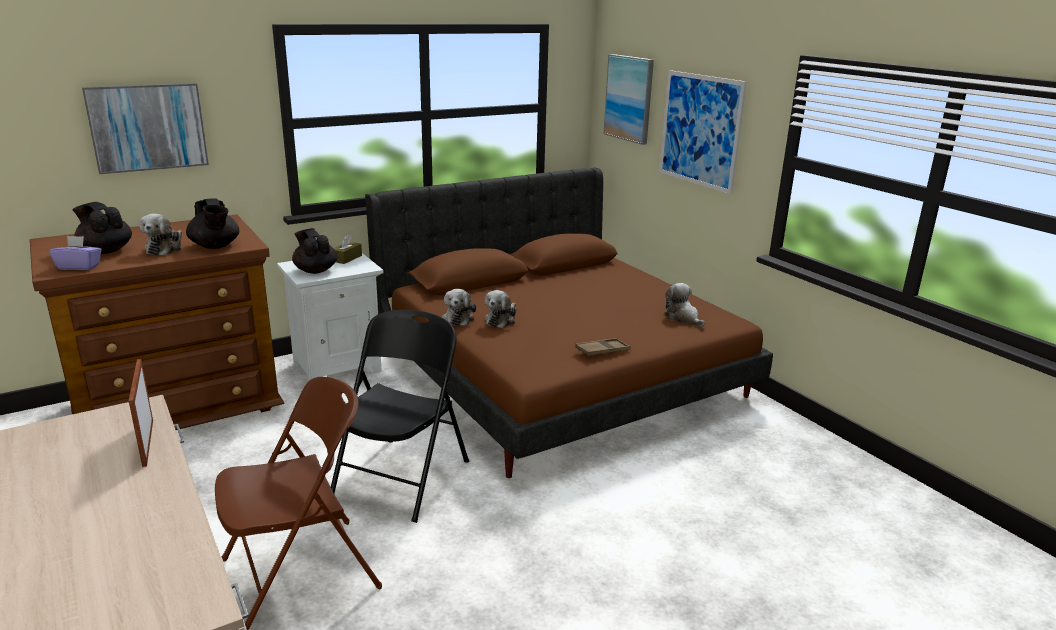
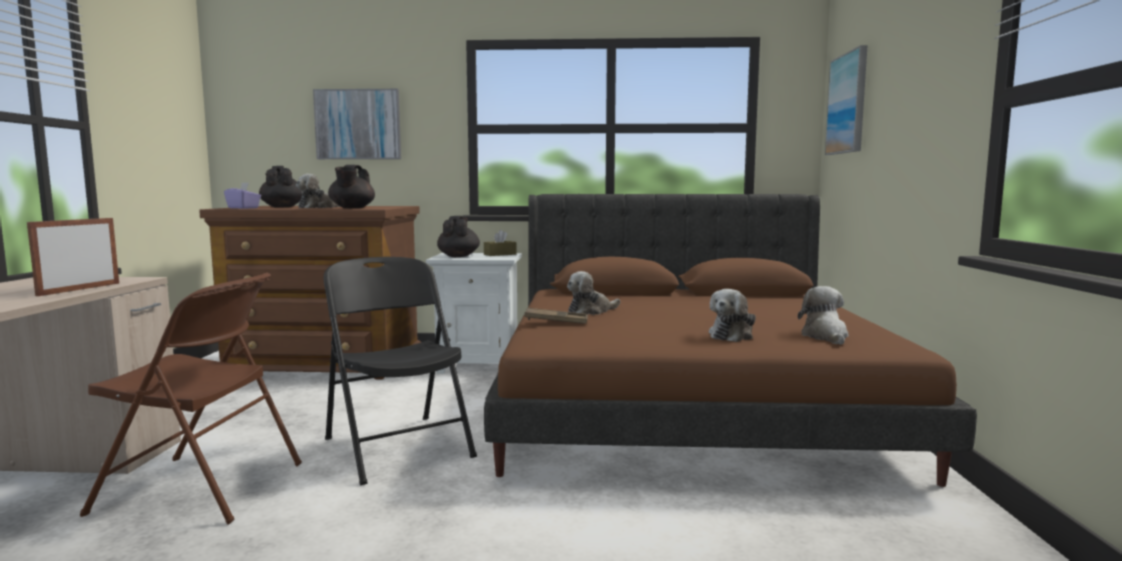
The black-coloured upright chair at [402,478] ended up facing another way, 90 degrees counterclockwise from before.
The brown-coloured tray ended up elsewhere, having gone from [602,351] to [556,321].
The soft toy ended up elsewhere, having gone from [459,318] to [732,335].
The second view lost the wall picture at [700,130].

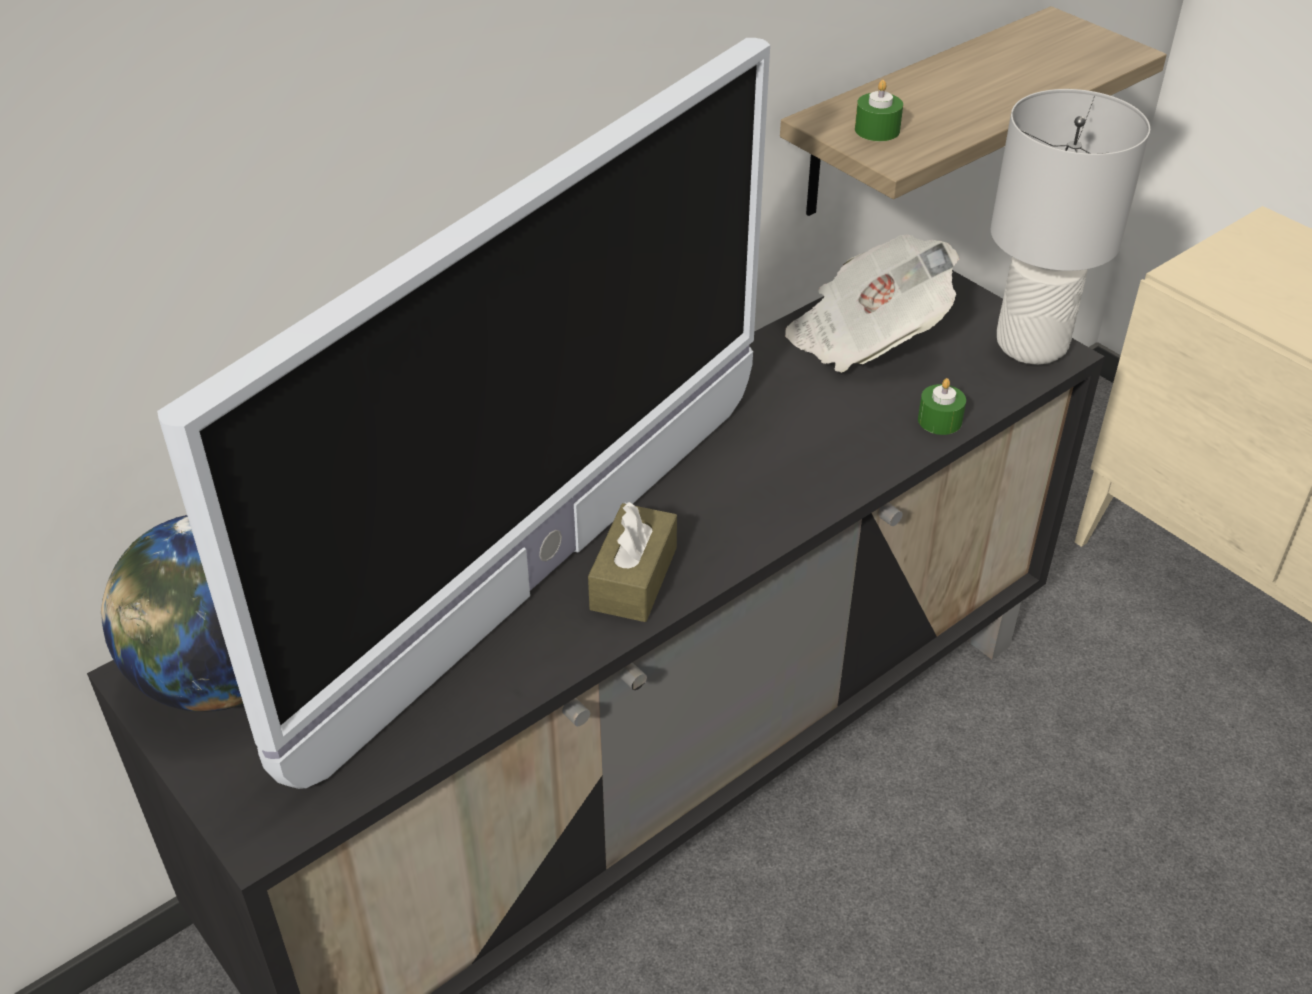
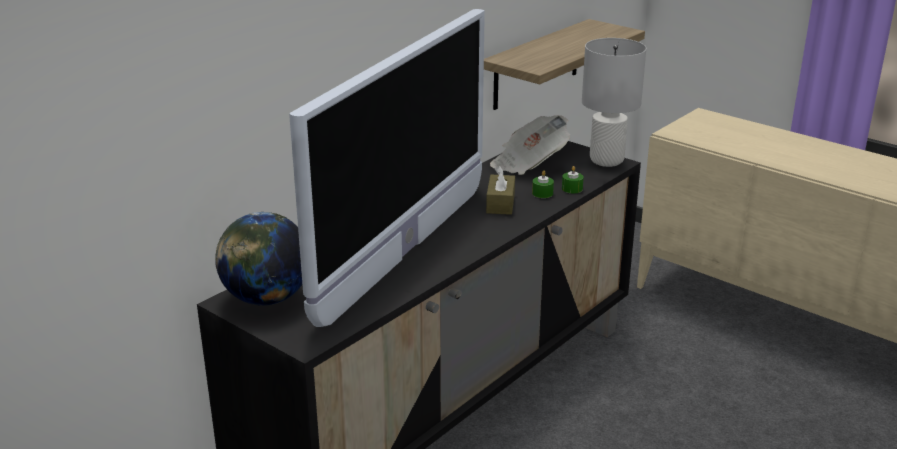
The brown-coloured tissue holder ended up elsewhere, having gone from [634,578] to [500,203].
The green-coloured wax light ended up elsewhere, having gone from [877,130] to [542,193].

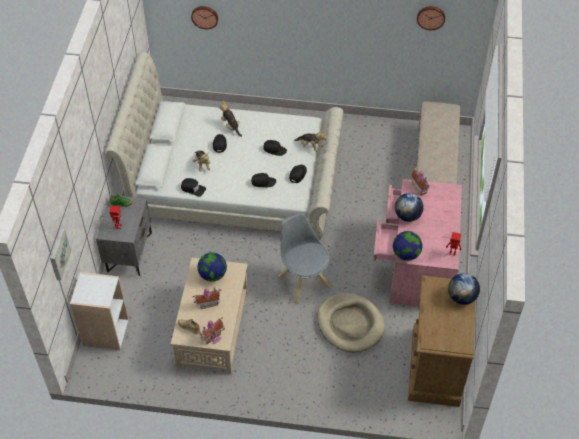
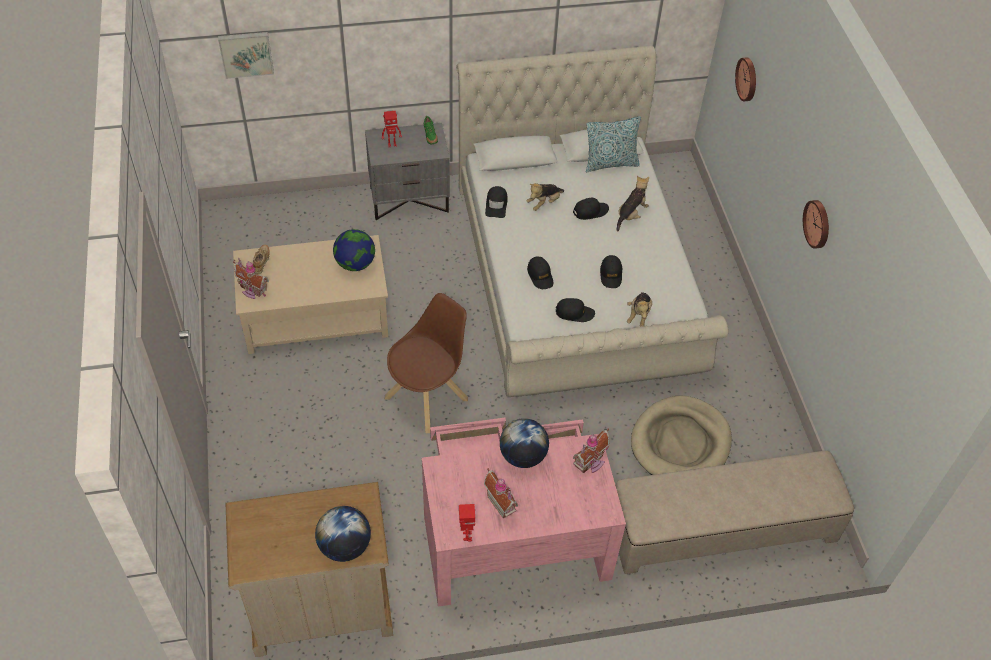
What was the grey upright chair at [303,280] turned into the brown-coloured upright chair at [428,397].
The toy house ended up elsewhere, having gone from [207,303] to [502,503].
The second view gained the cushion at [610,163].
The sand-coloured dog bed ended up elsewhere, having gone from [350,324] to [680,443].
The wall clock ended up elsewhere, having gone from [431,17] to [818,224].
The second view lost the bookcase at [106,332].
The second view lost the desk globe at [406,254].

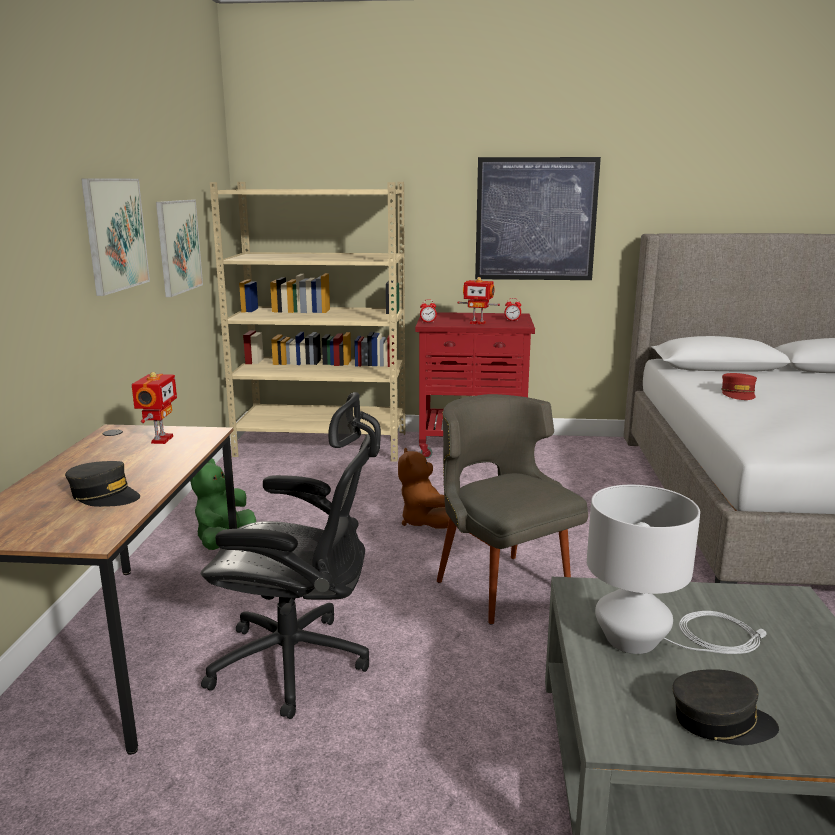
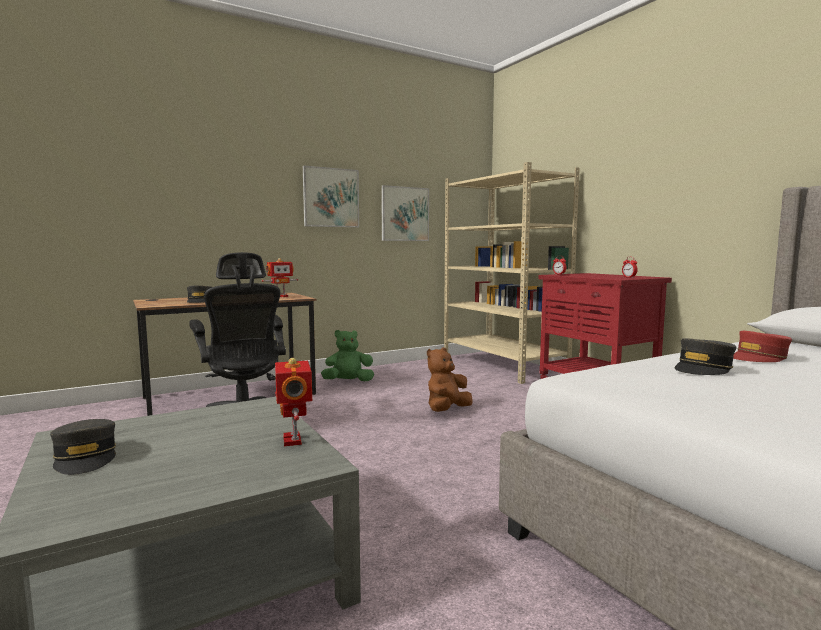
The robot figure ended up elsewhere, having gone from [477,323] to [294,440].
The second view gained the grey cap at [703,368].
The second view lost the grey upright chair at [503,589].
The second view lost the wall picture at [535,219].
The second view lost the grey lamp for a table at [665,637].

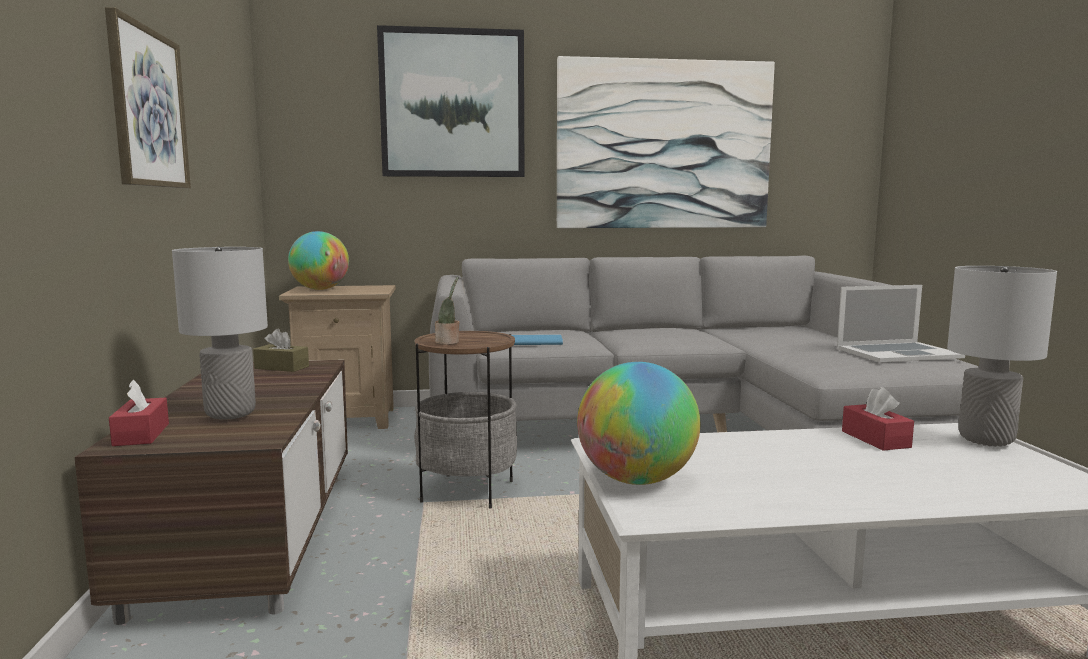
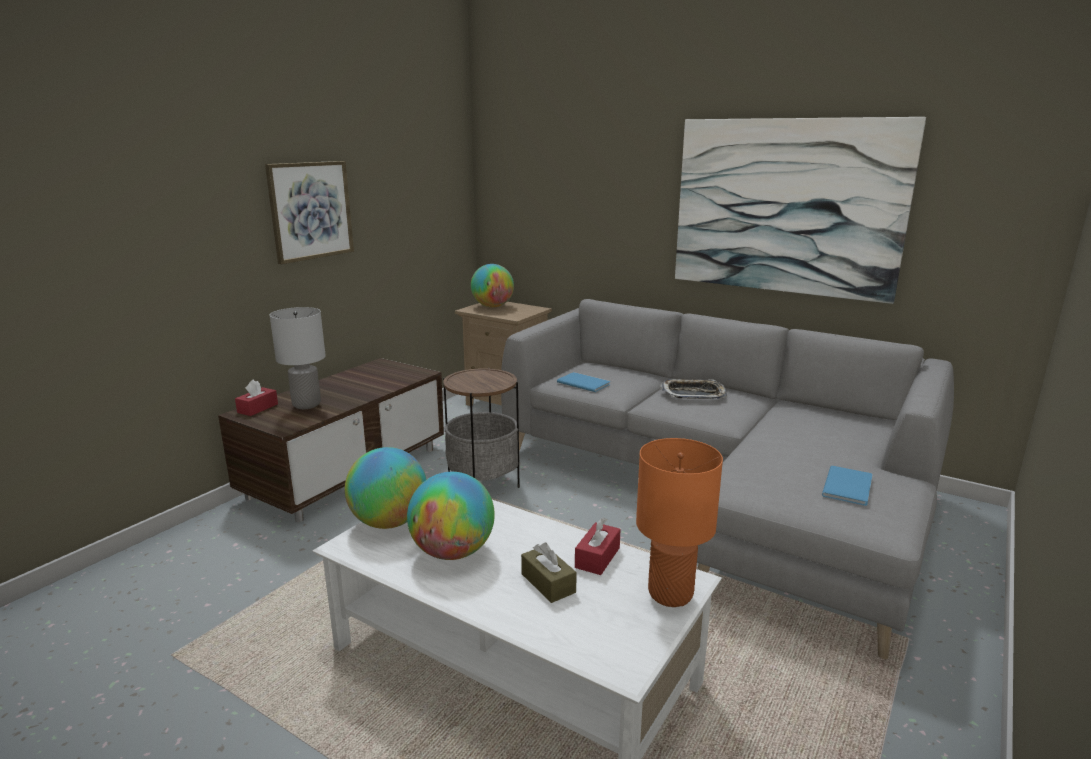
The second view gained the desk globe at [452,552].
The brown-coloured tissue holder ended up elsewhere, having gone from [281,367] to [548,583].
What was the grey lamp for a table at [985,442] turned into the orangey lamp for a table at [669,597].
The second view gained the tray at [693,394].
Where the notebook computer stood at [897,353], the blue-coloured book came to stand at [849,486].
The second view lost the wall picture at [452,104].
The second view lost the houseplant at [448,342].

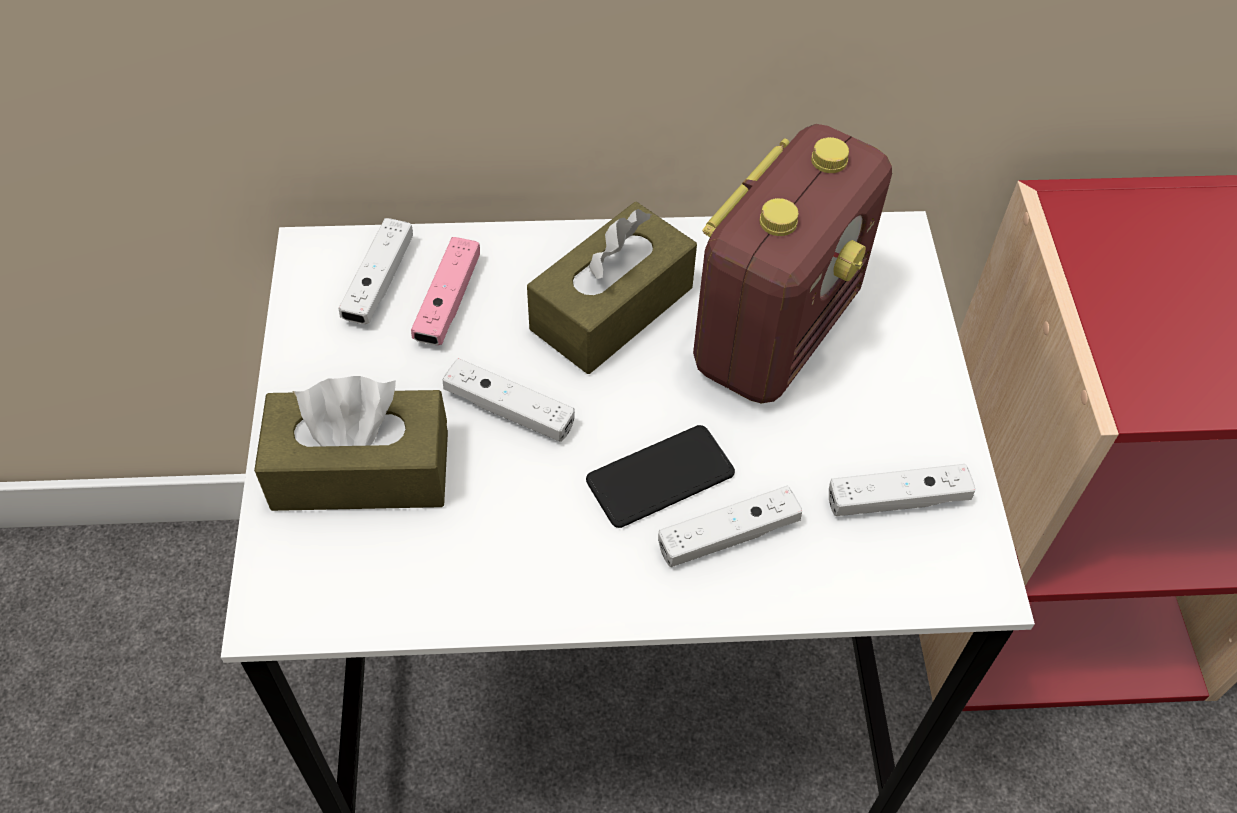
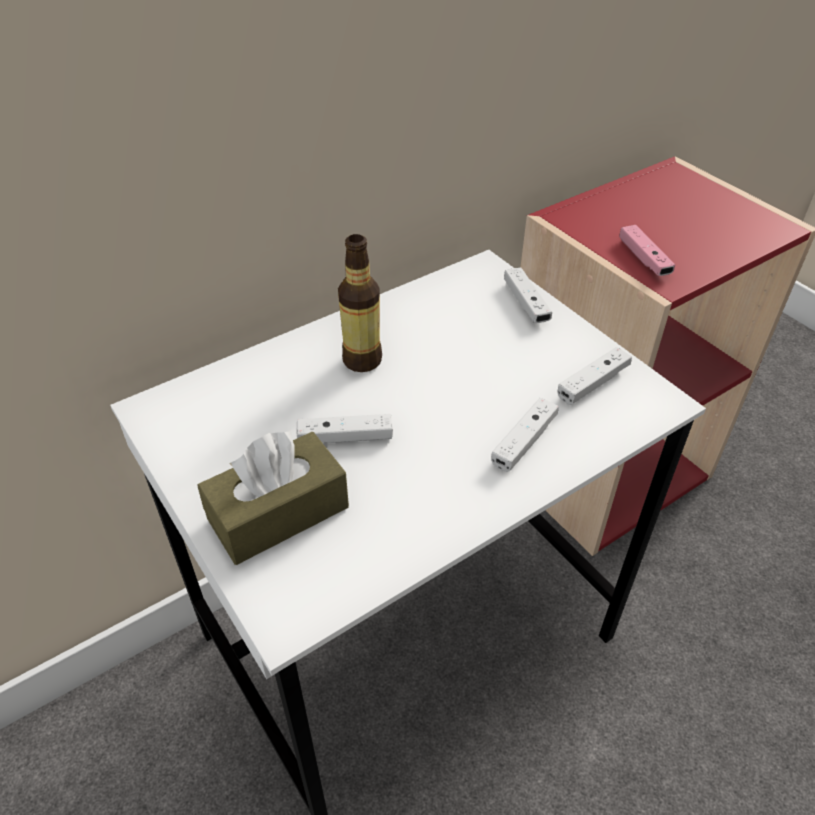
Where the brown-coloured tissue holder stood at [612,308], the drink bottle came to stand at [362,360].
The whitish joypad ended up elsewhere, having gone from [379,282] to [526,303].
The pink-coloured joypad ended up elsewhere, having gone from [448,301] to [644,259].
The second view lost the telephone at [660,477].
The second view lost the radio at [776,330].

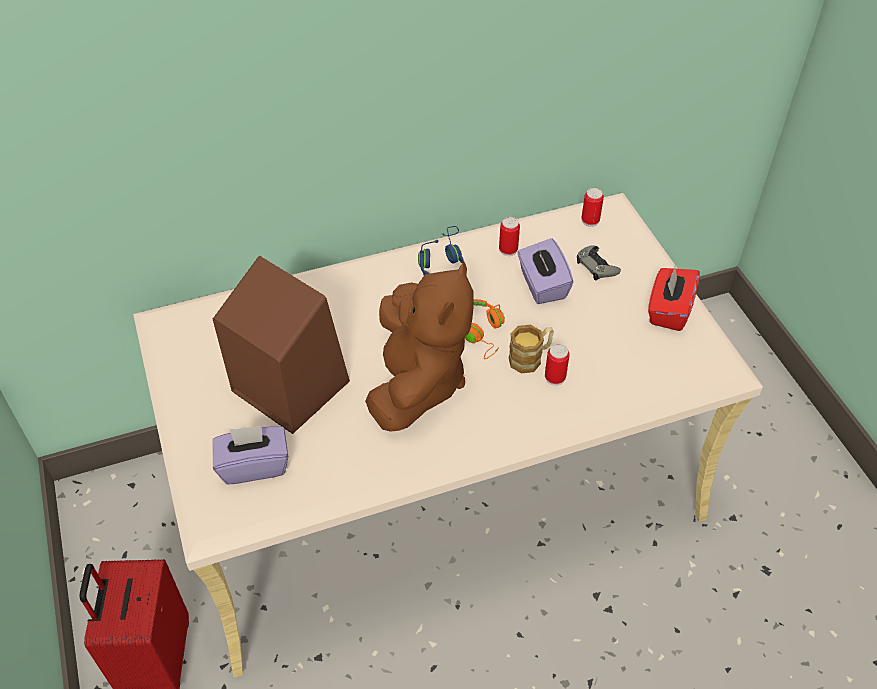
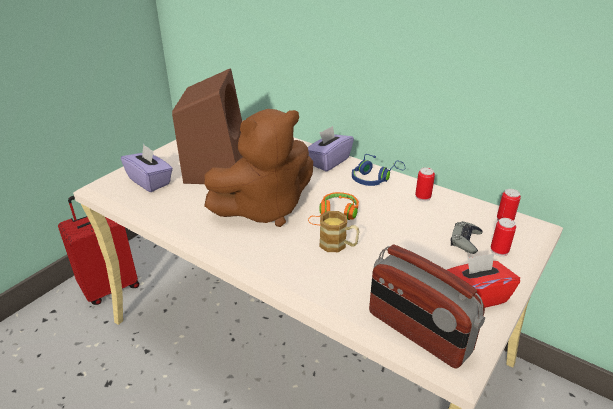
The purple-coloured tissue holder ended up elsewhere, having gone from [542,285] to [328,161].
The second view gained the radio at [417,333].
The sealed can ended up elsewhere, having gone from [555,377] to [499,251].

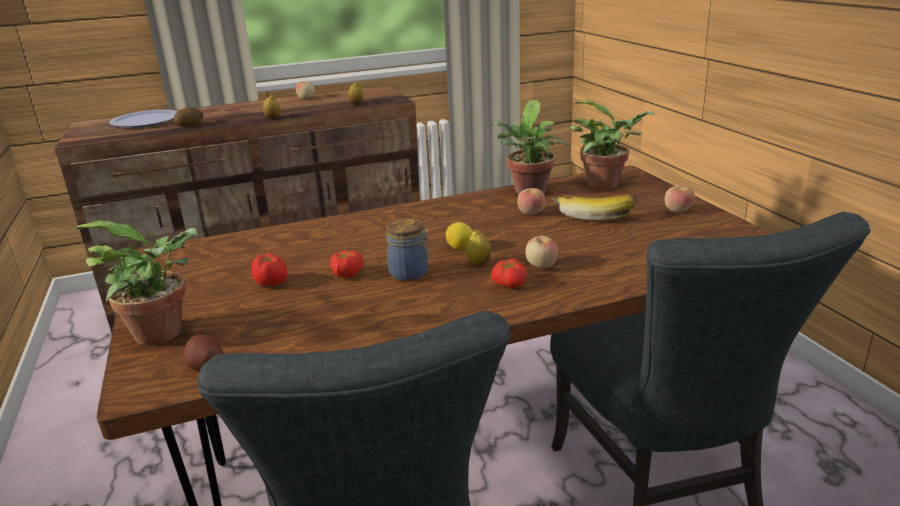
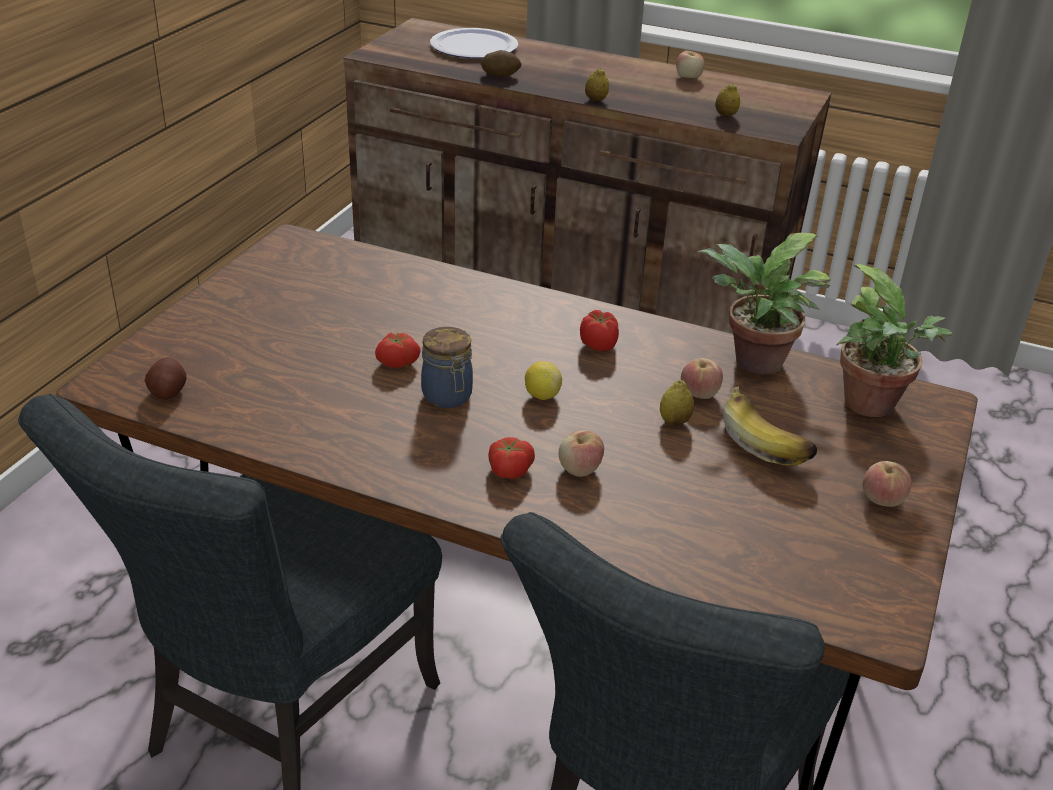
The whole tomato ended up elsewhere, having gone from [271,283] to [598,345].
The lemon ended up elsewhere, having gone from [479,263] to [674,421].
The second view lost the houseplant at [165,332].

